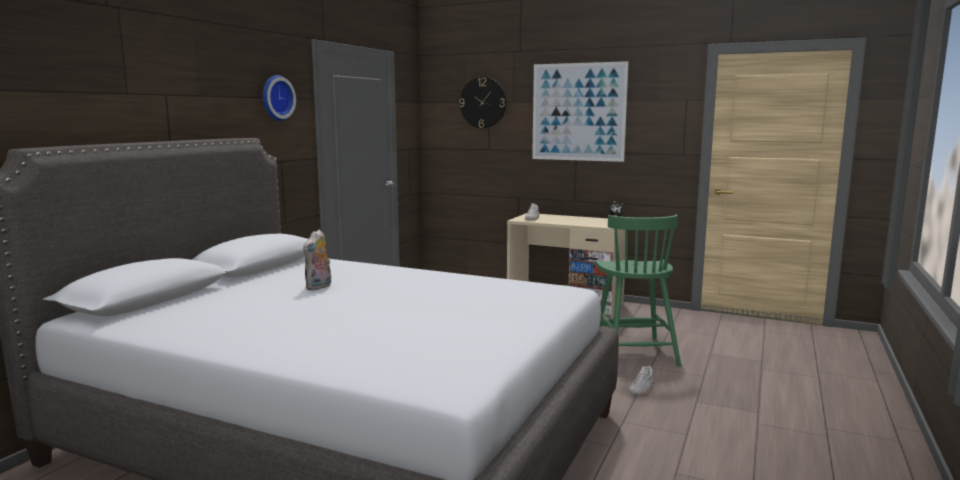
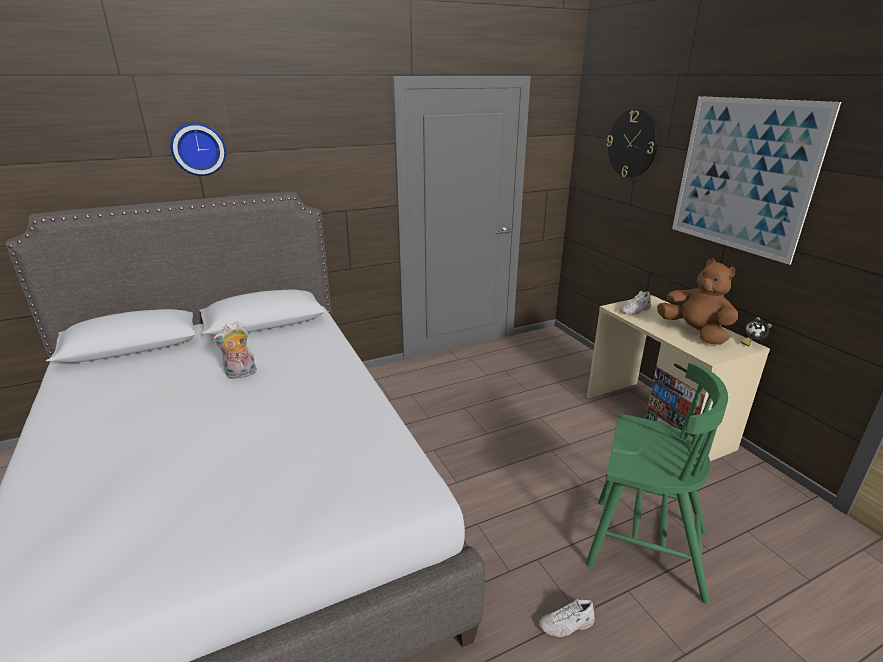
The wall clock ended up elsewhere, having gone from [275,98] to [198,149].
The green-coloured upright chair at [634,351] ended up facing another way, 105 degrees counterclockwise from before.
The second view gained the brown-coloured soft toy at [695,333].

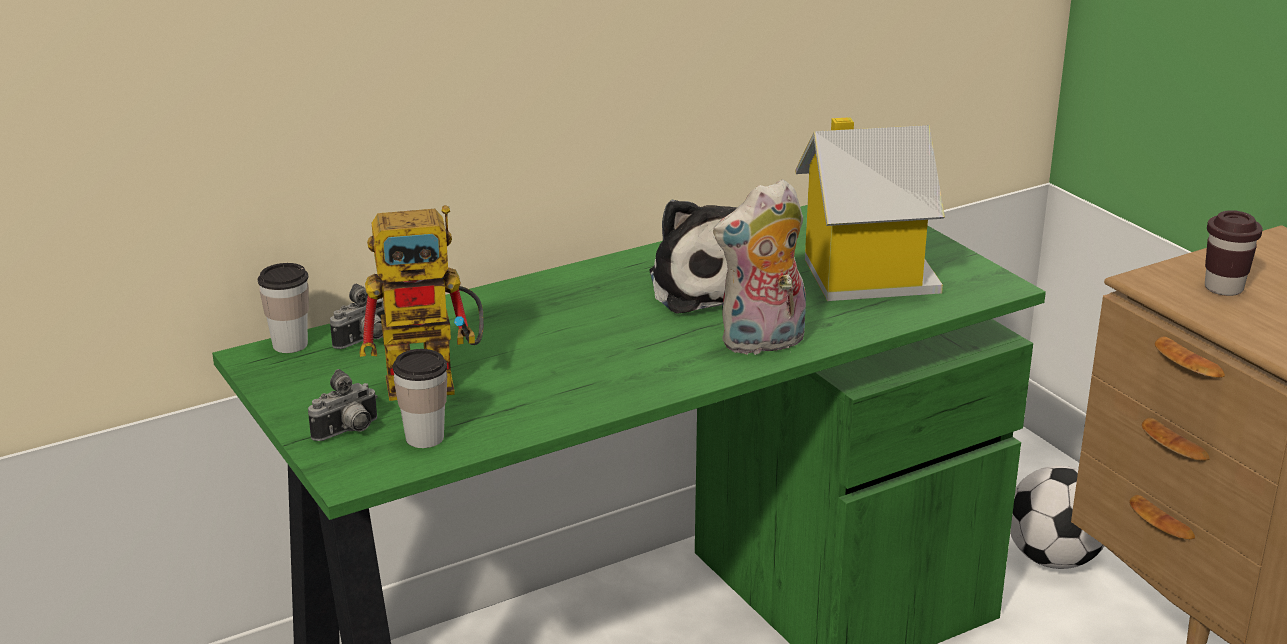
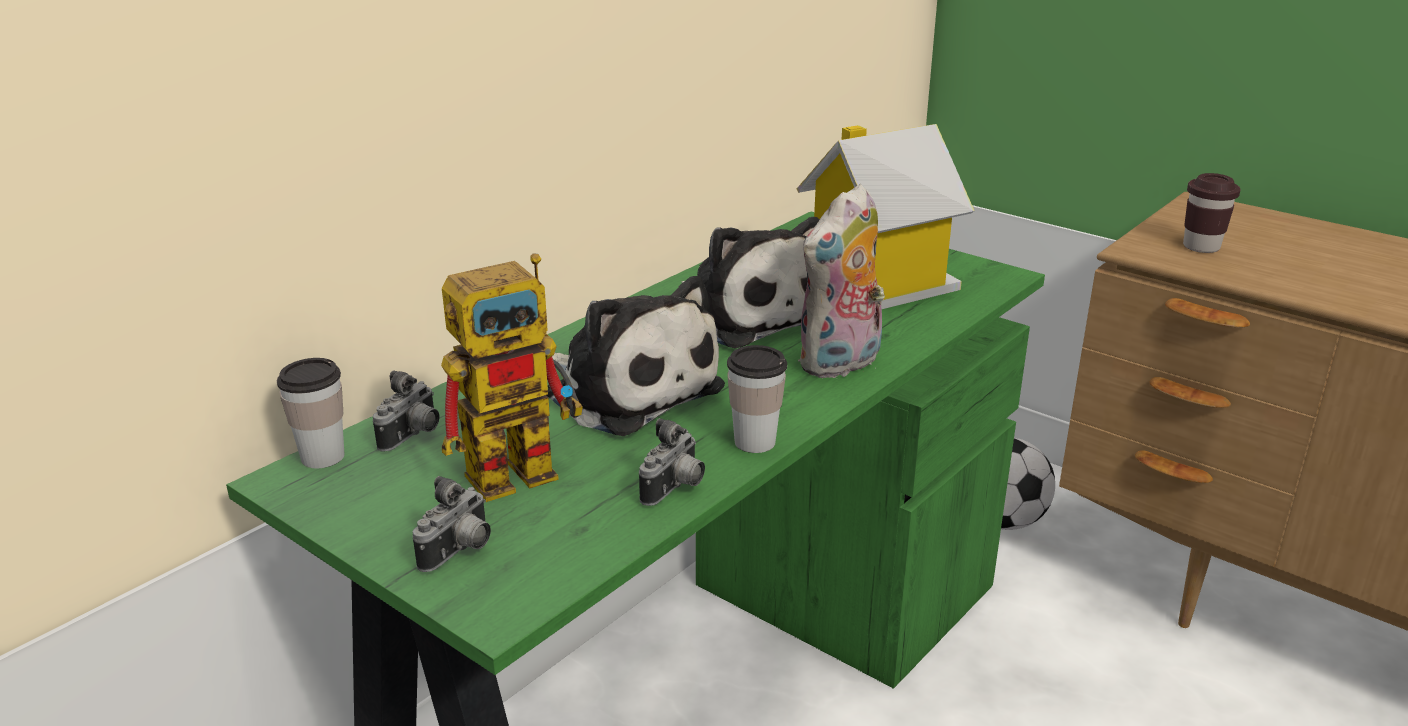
The second view gained the soft toy at [629,390].
The second view gained the still camera at [675,489].
The cup ended up elsewhere, having gone from [425,438] to [755,442].

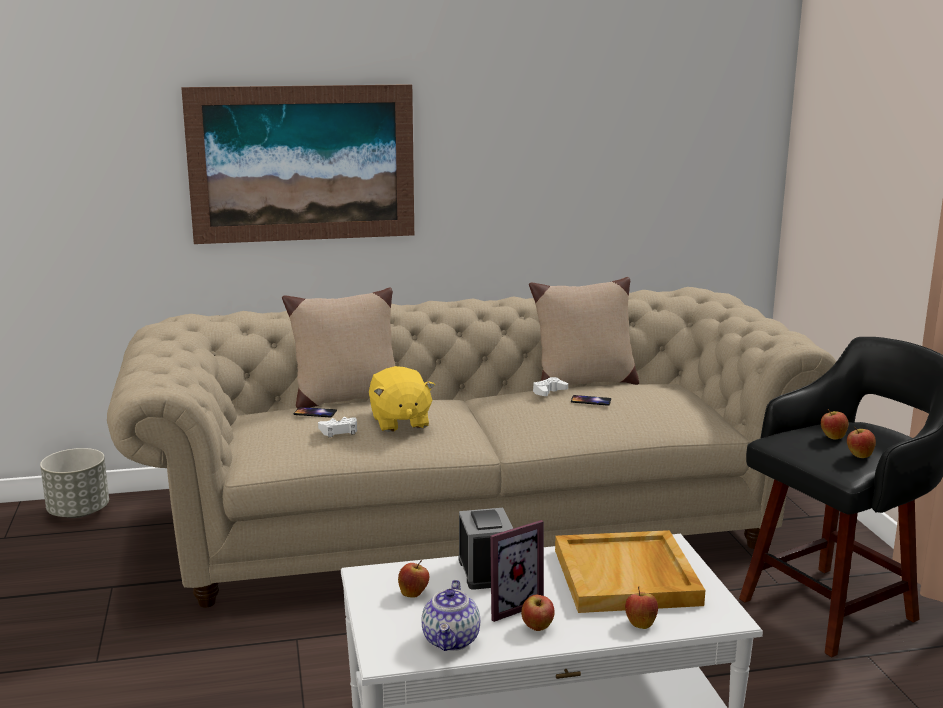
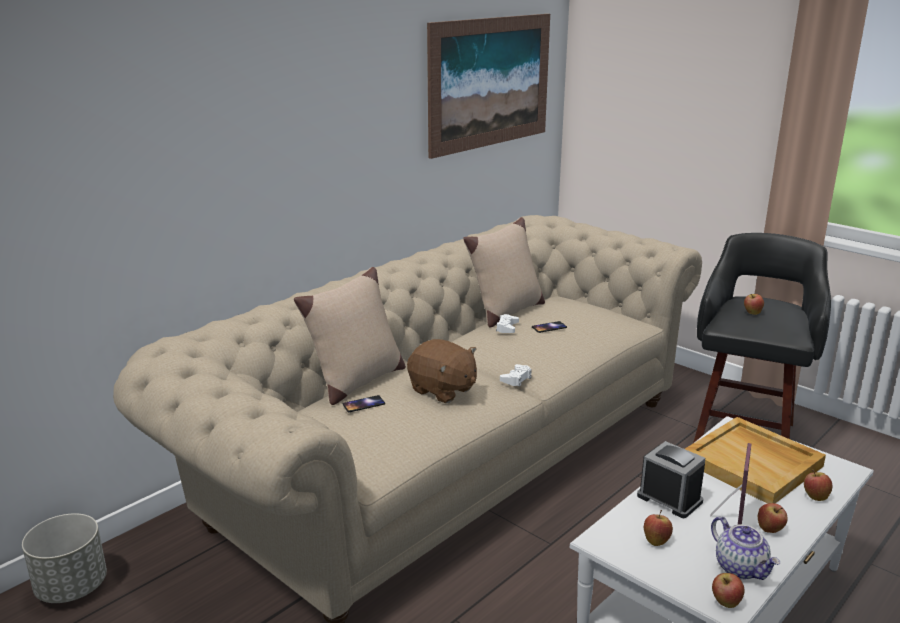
What was the yellowish soft toy at [399,422] turned into the brown-coloured soft toy at [442,390].
The wall picture ended up elsewhere, having gone from [302,163] to [490,82].
The whitish joypad ended up elsewhere, having gone from [339,431] to [516,379].
The apple ended up elsewhere, having gone from [859,455] to [725,603].

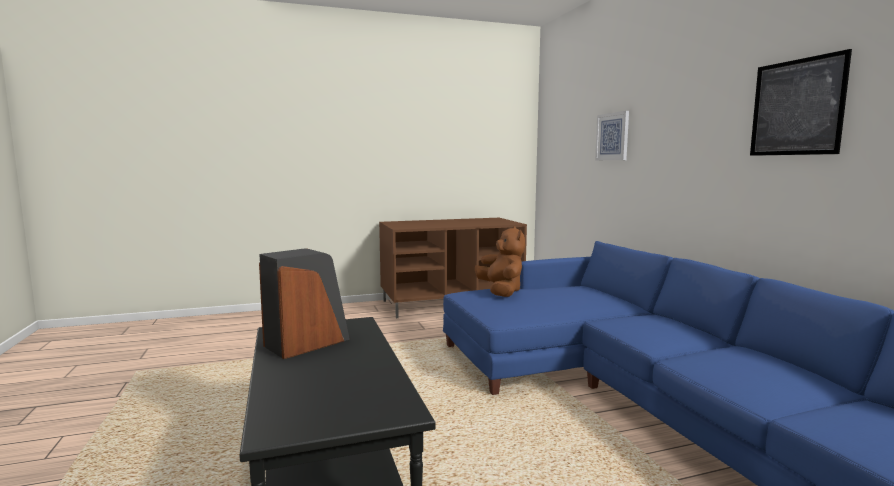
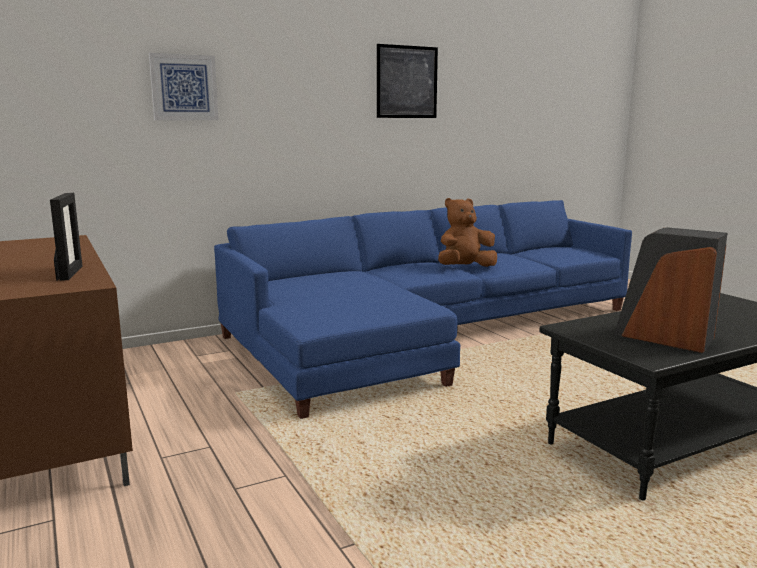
The second view gained the picture frame at [70,273].
The brown-coloured soft toy ended up elsewhere, having gone from [501,291] to [465,268].

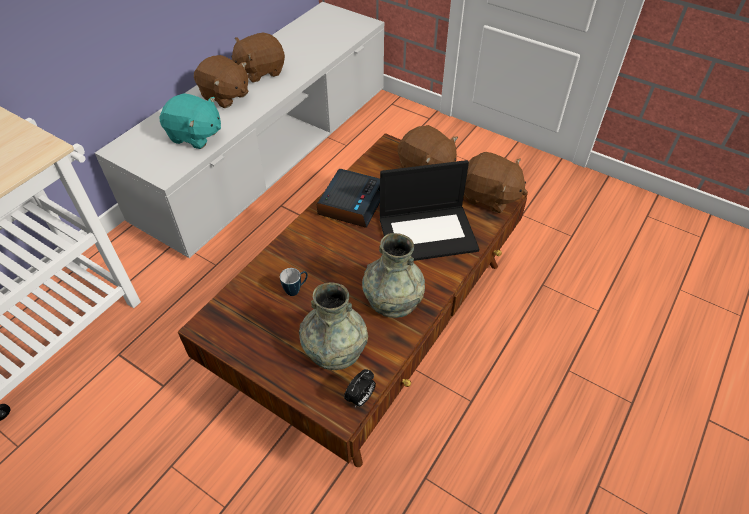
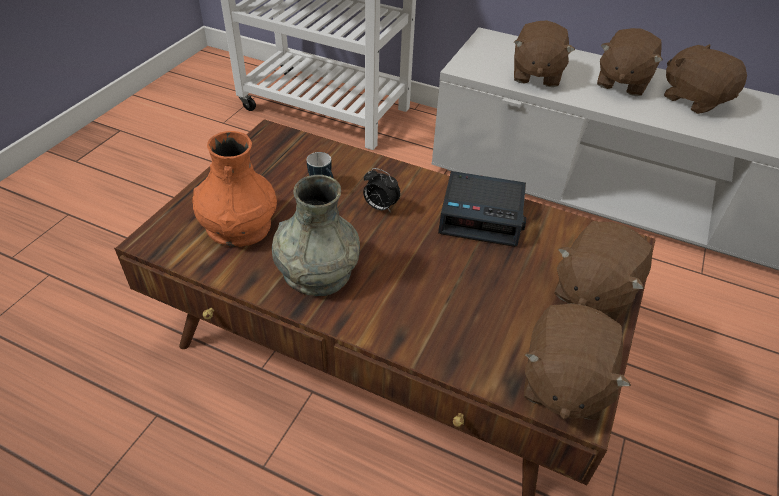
What was the grey decorative vase at [335,348] turned into the orangey decorative vase at [239,225].
The table clock ended up elsewhere, having gone from [360,398] to [380,207].
What was the turquoise soft toy at [195,136] turned into the brown-coloured soft toy at [535,75].
The second view lost the notebook computer at [428,233].

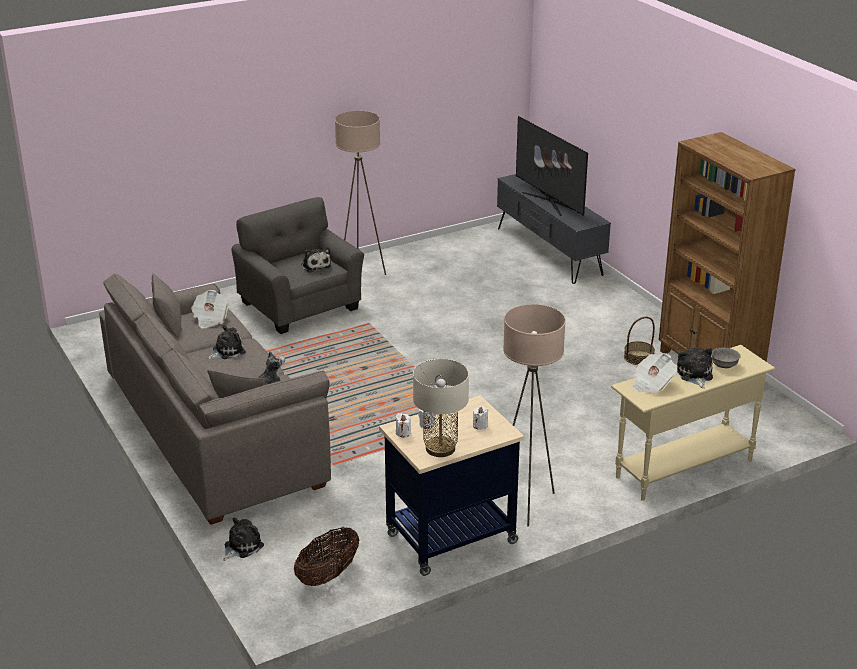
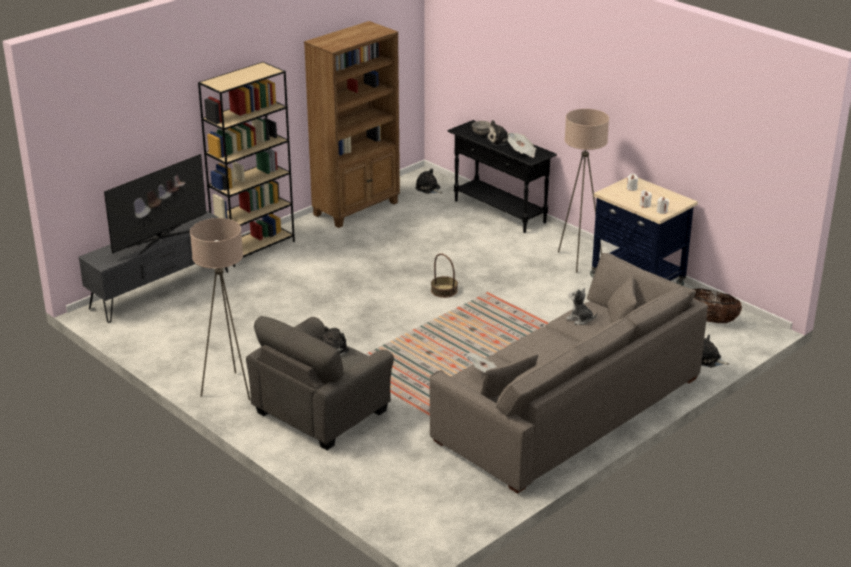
The second view gained the sand-coloured bookcase at [254,248].
The soft toy ended up elsewhere, having gone from [227,351] to [429,189].
The basket ended up elsewhere, having gone from [638,357] to [444,291].
What was the sand-coloured hall table at [683,469] turned into the black-coloured hall table at [499,212].
The second view lost the lamp for a table at [440,448].

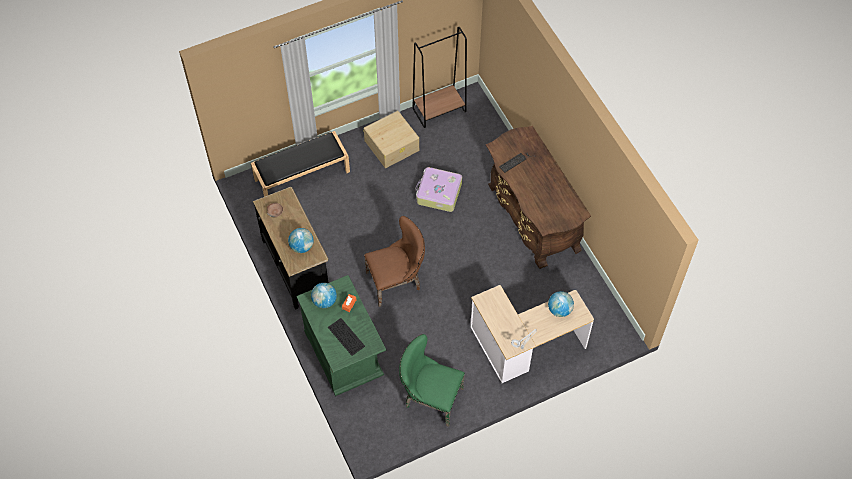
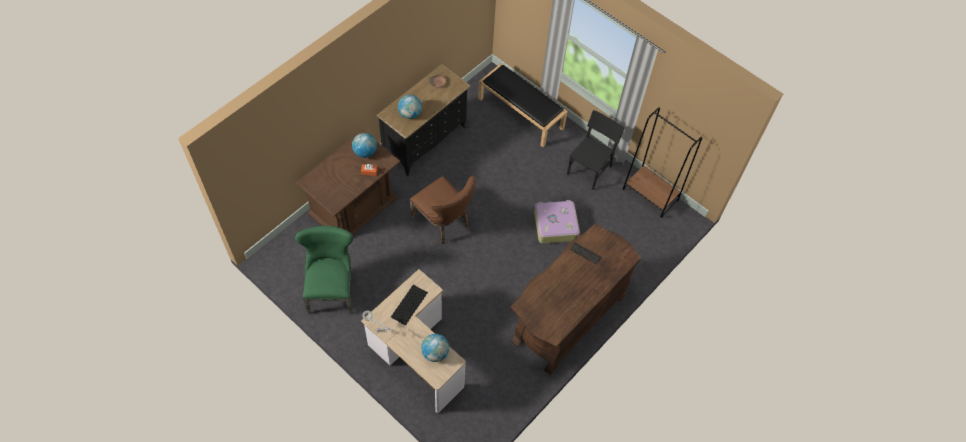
What was the green-coloured cupboard at [344,352] turned into the brown-coloured cupboard at [354,206].
The keyboard ended up elsewhere, having gone from [345,336] to [409,304].
Where the sand-coloured storage box stood at [392,145], the black-coloured upright chair came to stand at [589,170].

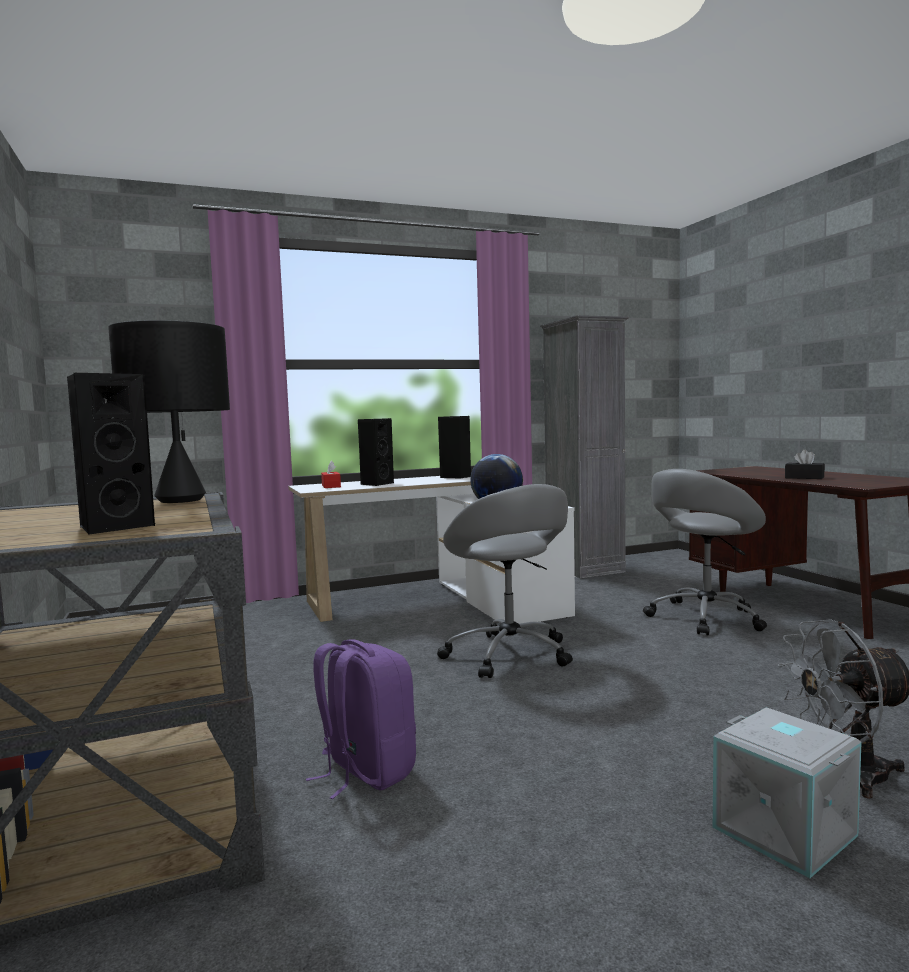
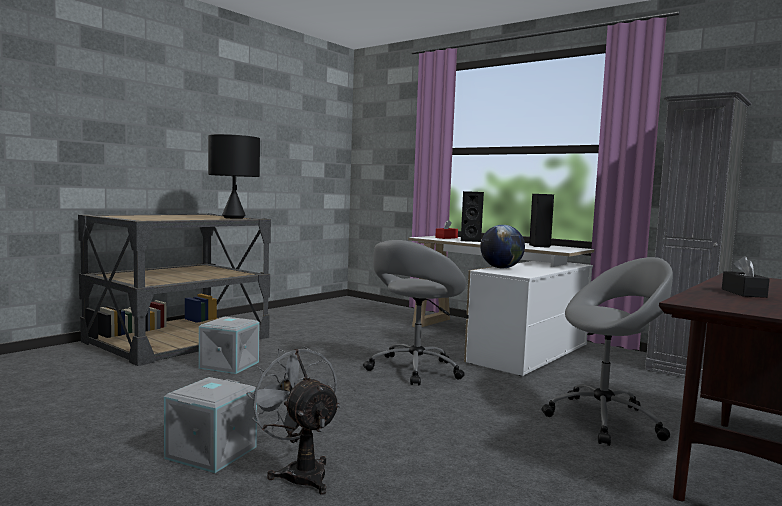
Where the purple-coloured rucksack stood at [365,772], the grey storage box came to stand at [228,365].
The grey desk chair at [703,618] ended up facing another way, 150 degrees clockwise from before.
The second view lost the black-coloured audio speaker at [113,527].

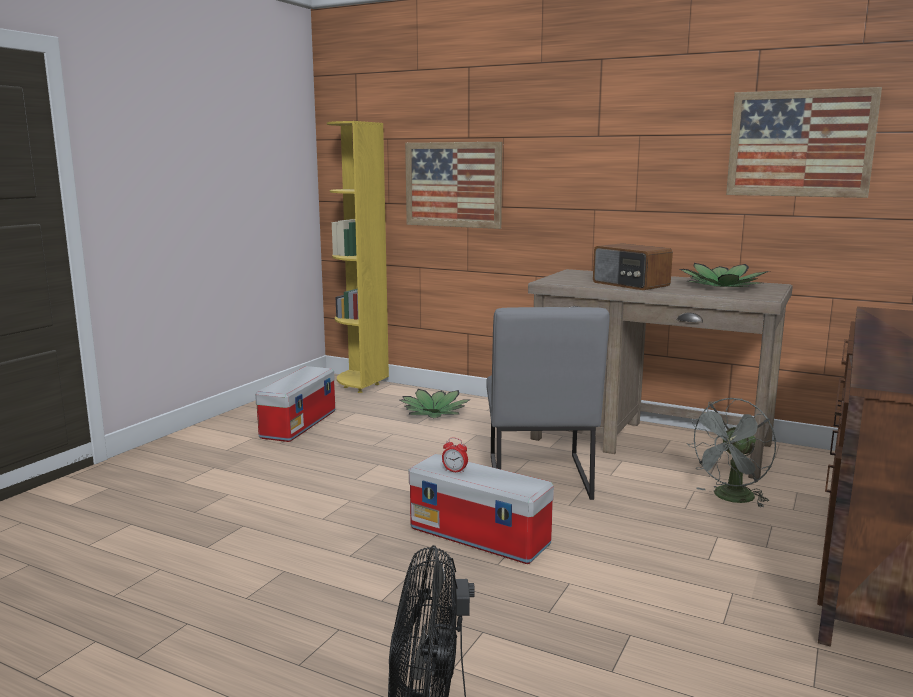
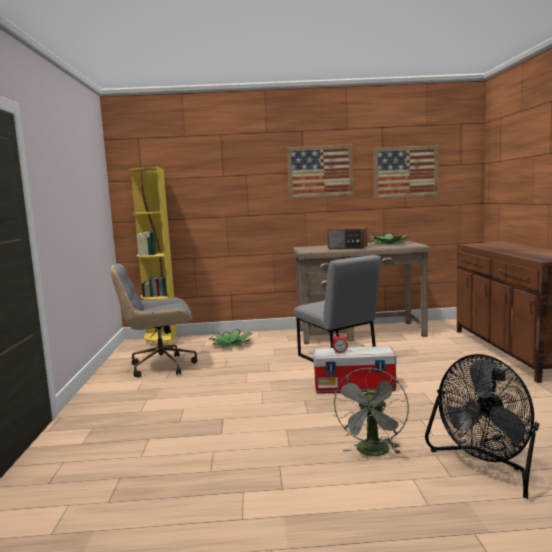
Where the storage box stood at [299,424], the grey desk chair came to stand at [160,367].
The wall picture ended up elsewhere, having gone from [453,184] to [320,171].
The grey fan ended up elsewhere, having gone from [730,499] to [373,453].

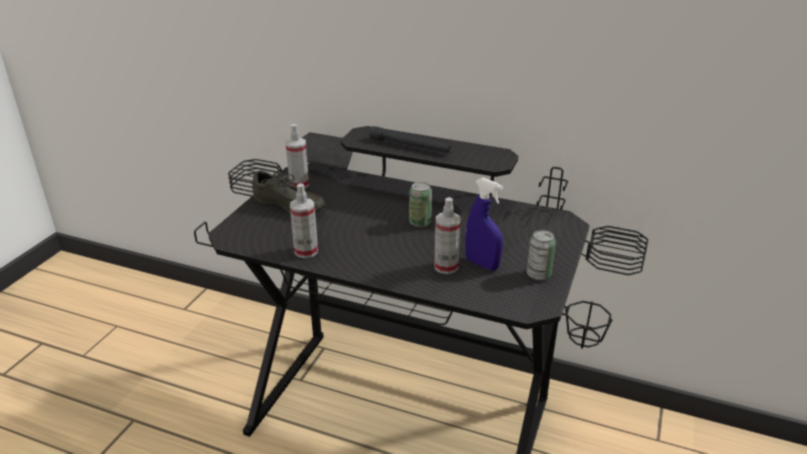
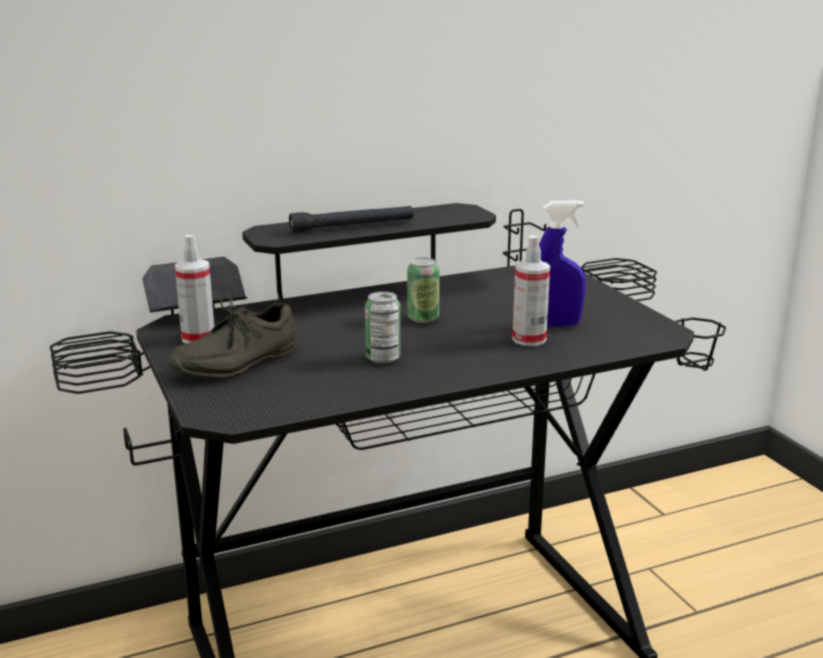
The grey shoe at [287,206] ended up facing another way, 150 degrees clockwise from before.
The sealed can ended up elsewhere, having gone from [538,274] to [383,358].
The second view lost the hand sprayer at [306,251].

